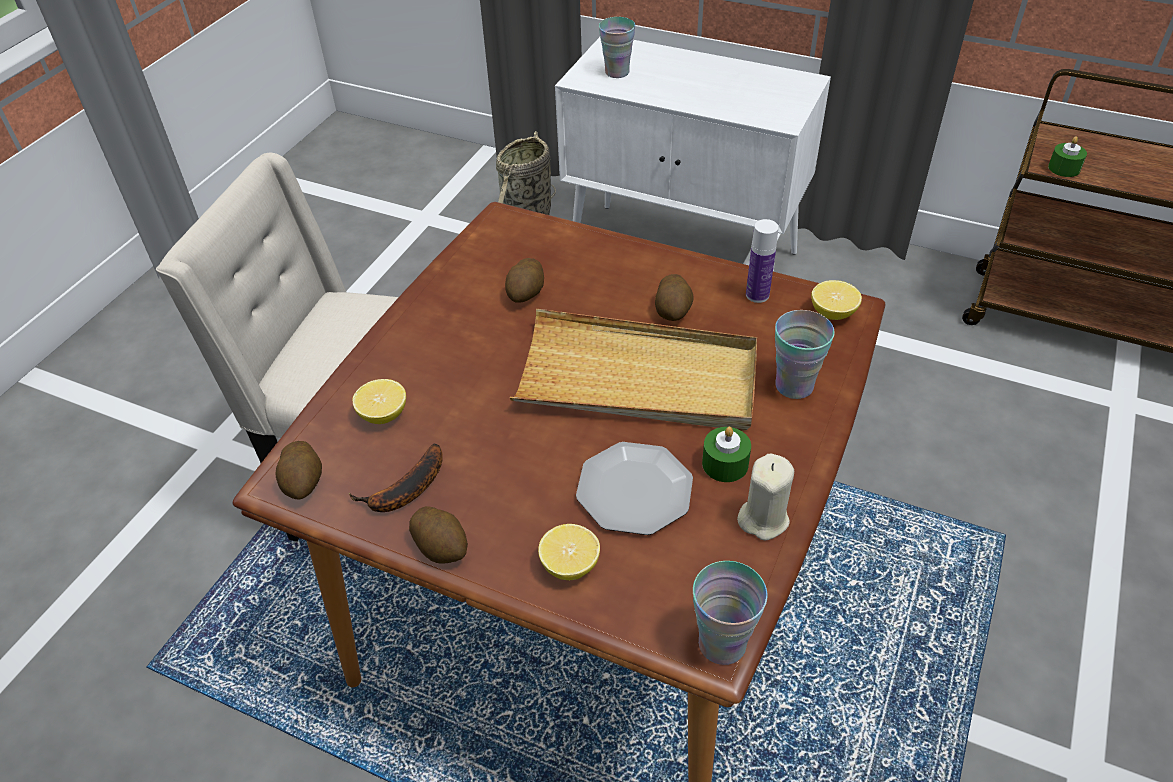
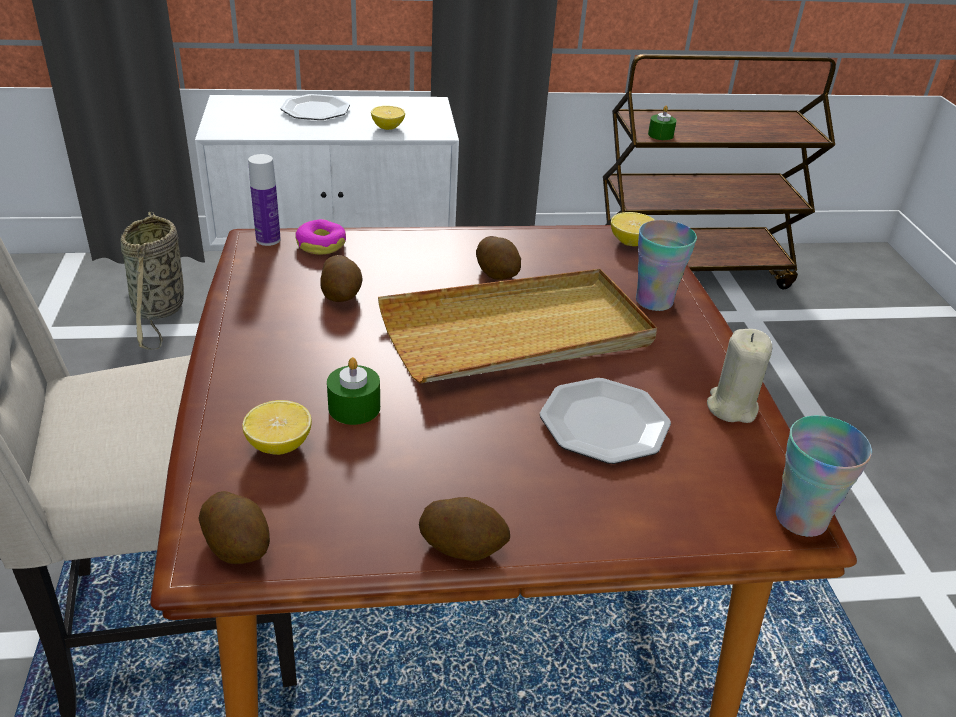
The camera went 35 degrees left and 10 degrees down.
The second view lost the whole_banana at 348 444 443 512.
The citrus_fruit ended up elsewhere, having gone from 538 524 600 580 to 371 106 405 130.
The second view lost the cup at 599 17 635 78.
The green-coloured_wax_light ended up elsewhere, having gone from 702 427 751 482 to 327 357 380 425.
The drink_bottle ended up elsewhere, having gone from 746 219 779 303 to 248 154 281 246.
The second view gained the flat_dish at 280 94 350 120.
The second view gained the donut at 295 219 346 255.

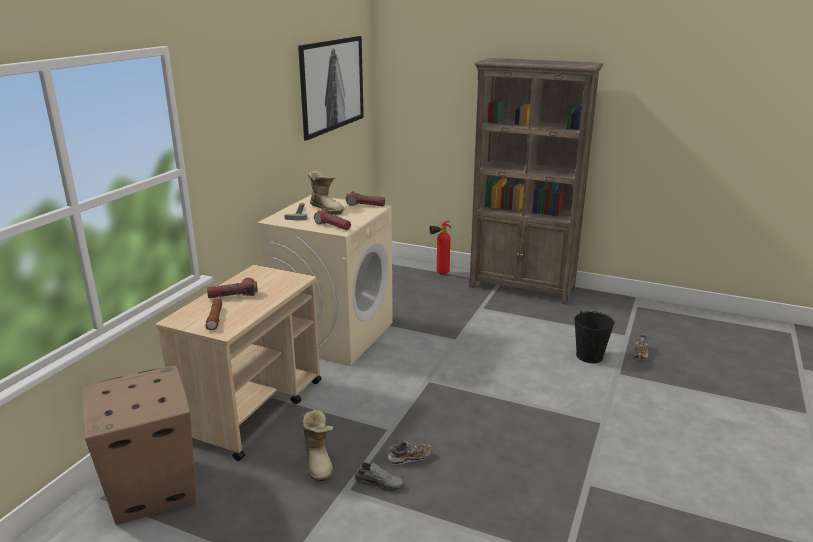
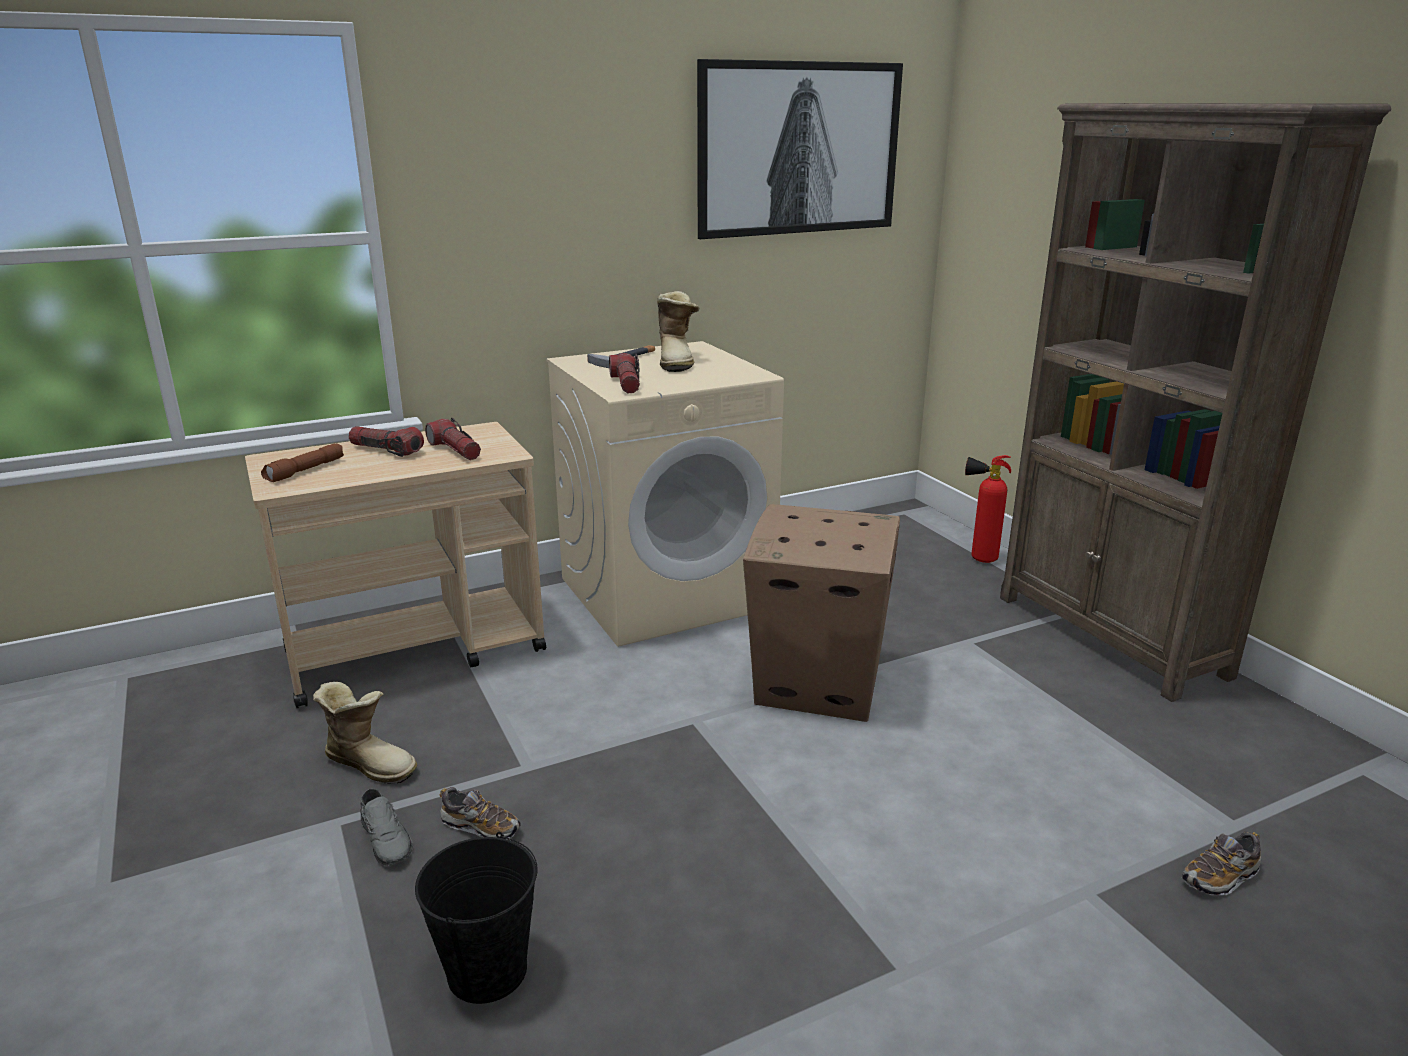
The camera went 40 degrees right and 0 degrees up.
The packing_box ended up elsewhere, having gone from 82 366 197 525 to 743 504 900 722.
The tall_boot at 303 409 333 482 ended up facing another way, 90 degrees counterclockwise from before.
The flashlight ended up elsewhere, having gone from 346 191 385 206 to 425 418 481 460.
The black-coloured_bucket ended up elsewhere, having gone from 574 311 615 363 to 415 832 538 1004.

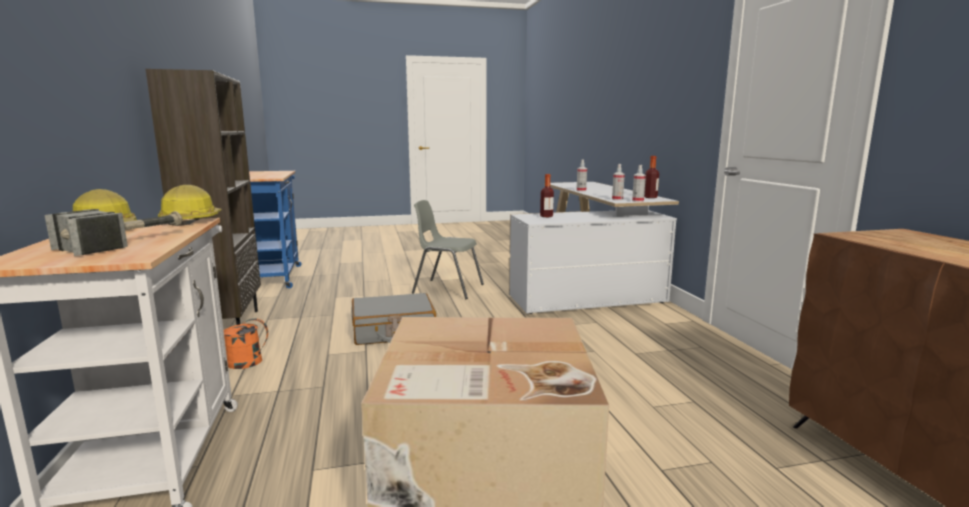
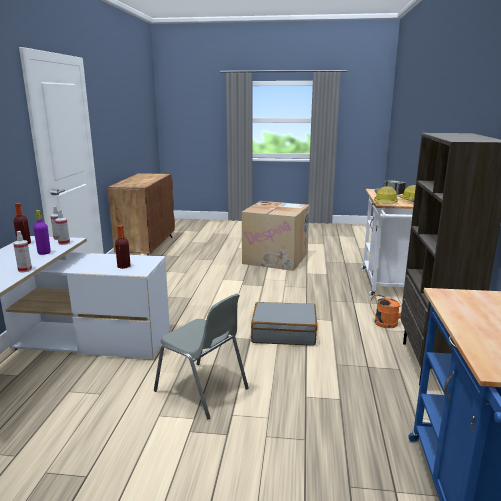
The camera went 160 degrees left and 5 degrees up.
The second view gained the purple_drink_bottle at 33 210 51 255.

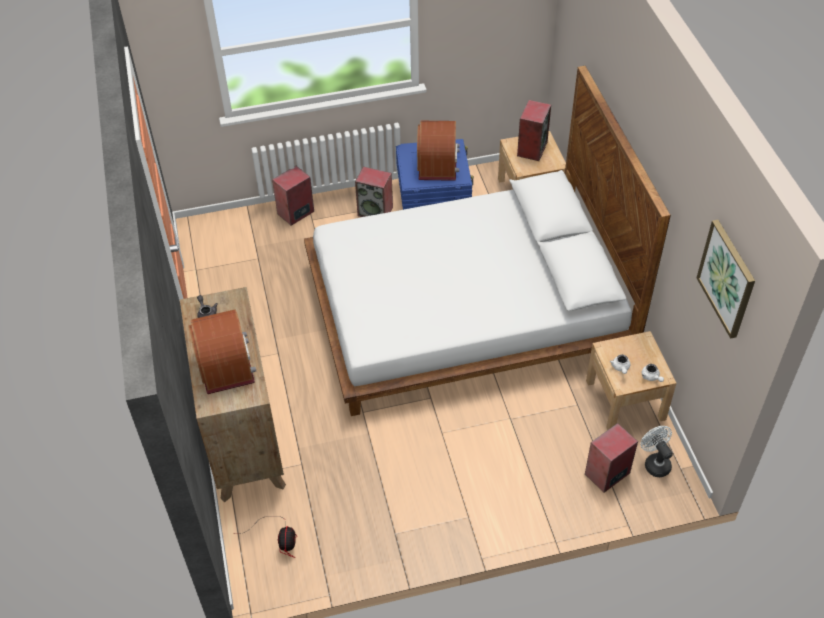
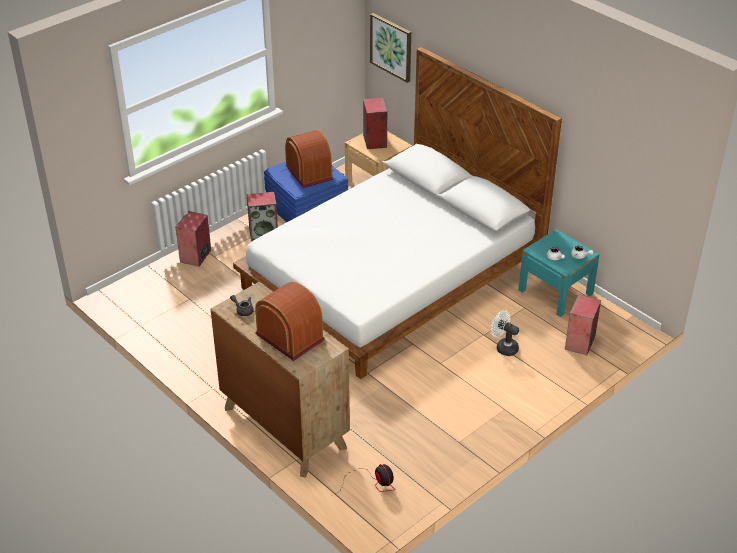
The camera went 30 degrees left and 10 degrees down.
What was the beige_night_table at 586 331 676 430 turned into the turquoise_night_table at 518 229 600 317.
The whitish_cooling_fan ended up elsewhere, having gone from 641 426 673 477 to 491 310 519 356.
The wall_art ended up elsewhere, having gone from 696 220 755 339 to 370 13 411 83.

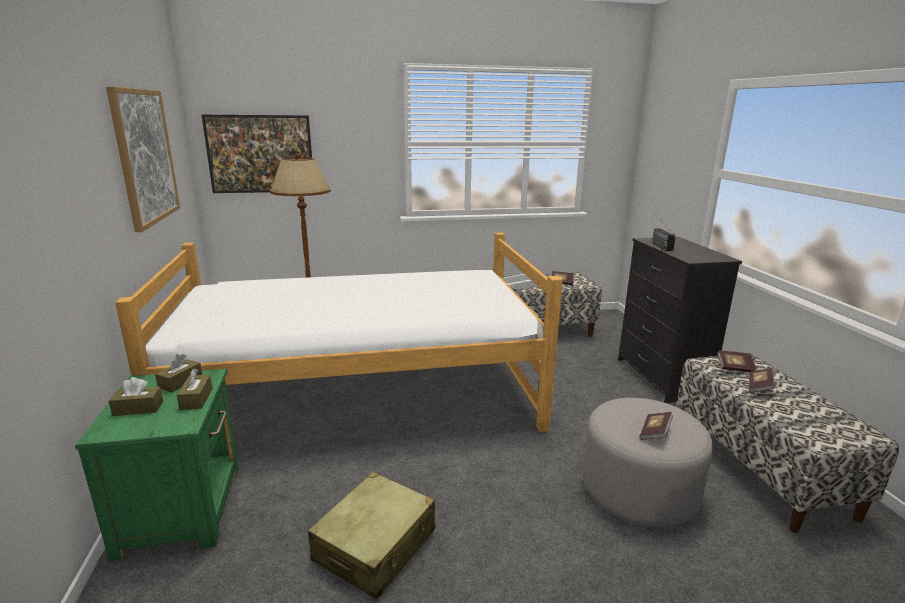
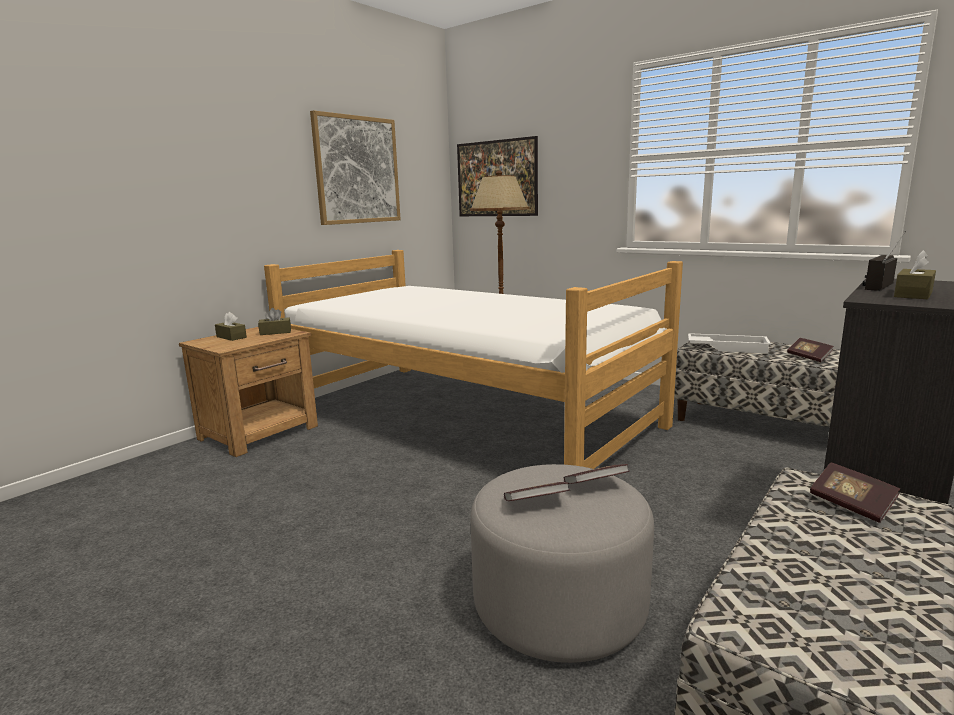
The camera went 50 degrees right and 5 degrees down.
What was the green-coloured_night_table at 75 369 239 561 turned into the brown_night_table at 179 327 318 457.
The brown_tissue_holder ended up elsewhere, having gone from 177 369 213 410 to 894 250 936 299.
The second view lost the beige_piece_of_luggage at 308 472 435 599.
The book ended up elsewhere, having gone from 748 368 775 393 to 564 464 630 484.

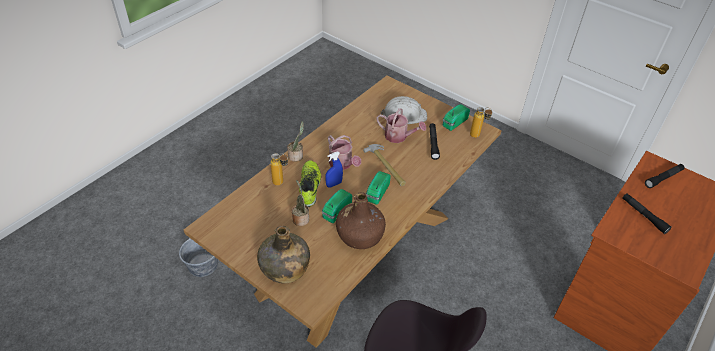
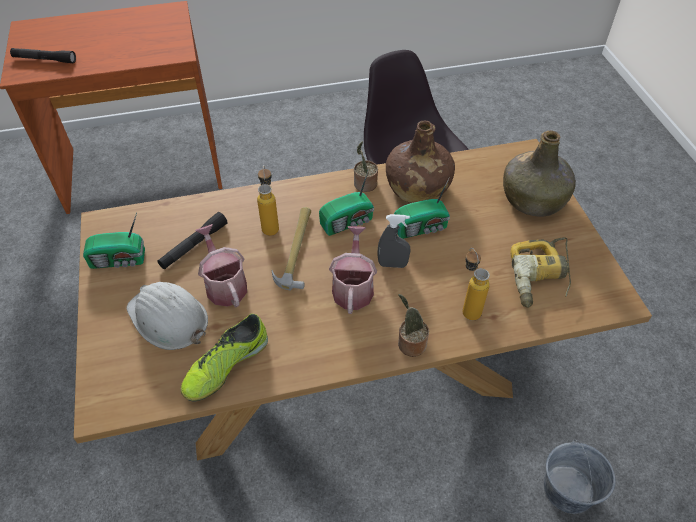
The camera went 140 degrees left and 5 degrees up.
The plant_in_a_pot ended up elsewhere, having gone from 292 180 309 226 to 354 141 378 192.
The shoe ended up elsewhere, having gone from 299 160 321 207 to 181 314 268 401.
What was the blue-coloured_sprayer at 325 152 343 188 turned into the grey_sprayer at 378 214 410 268.
The drink_bottle ended up elsewhere, having gone from 470 107 492 138 to 257 165 279 236.
The second view lost the black-coloured_flashlight at 622 193 672 234.
The second view gained the electric_drill at 511 237 571 308.

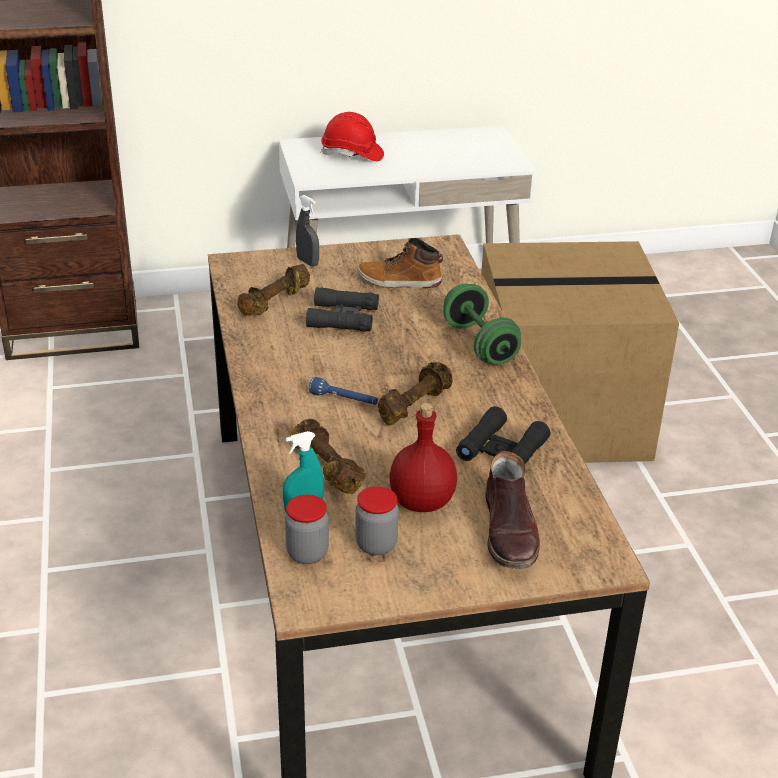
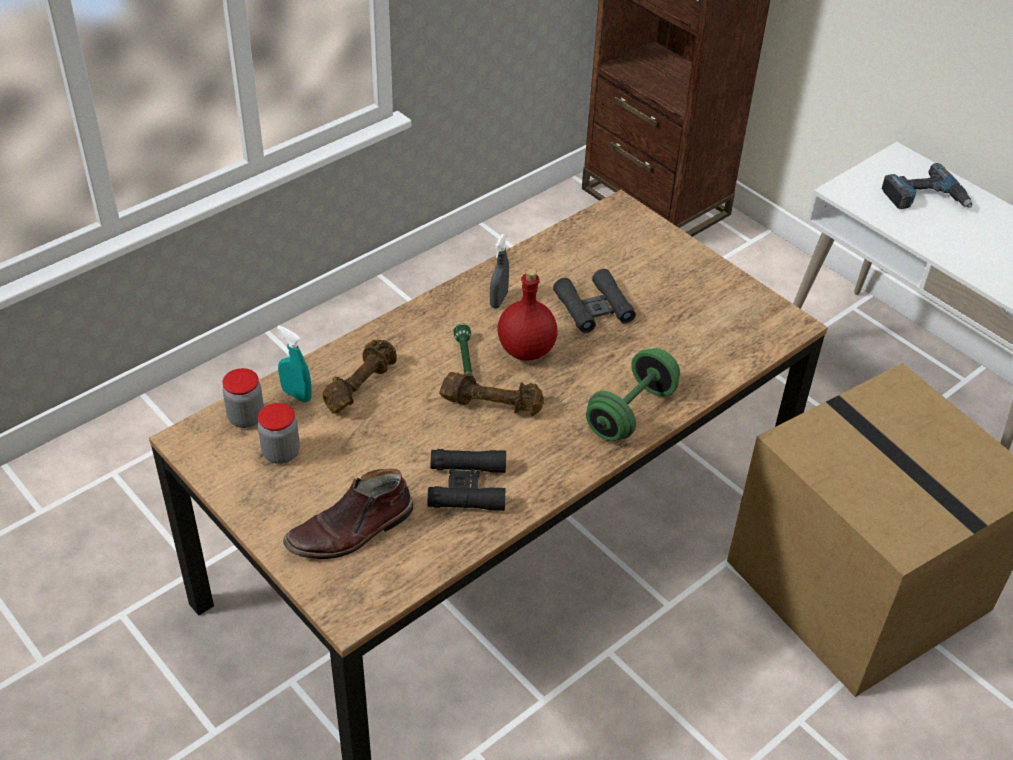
The camera went 60 degrees right and 10 degrees up.
The second view lost the brown_hand_weight at 237 264 310 316.
The grey_sprayer ended up elsewhere, having gone from 296 195 319 267 to 490 234 509 308.
What was the blue-coloured_flashlight at 309 377 378 405 turned into the green-coloured_flashlight at 454 324 472 374.
Where the red_hard_hat stood at 321 112 384 161, the electric_drill came to stand at 882 163 972 209.
The second view lost the tall_boot at 358 238 443 288.
The red_drink_bottle ended up elsewhere, having gone from 389 403 457 512 to 498 268 558 361.

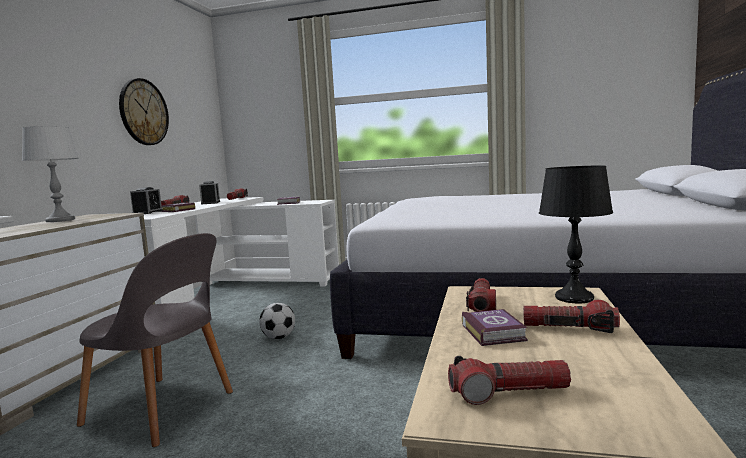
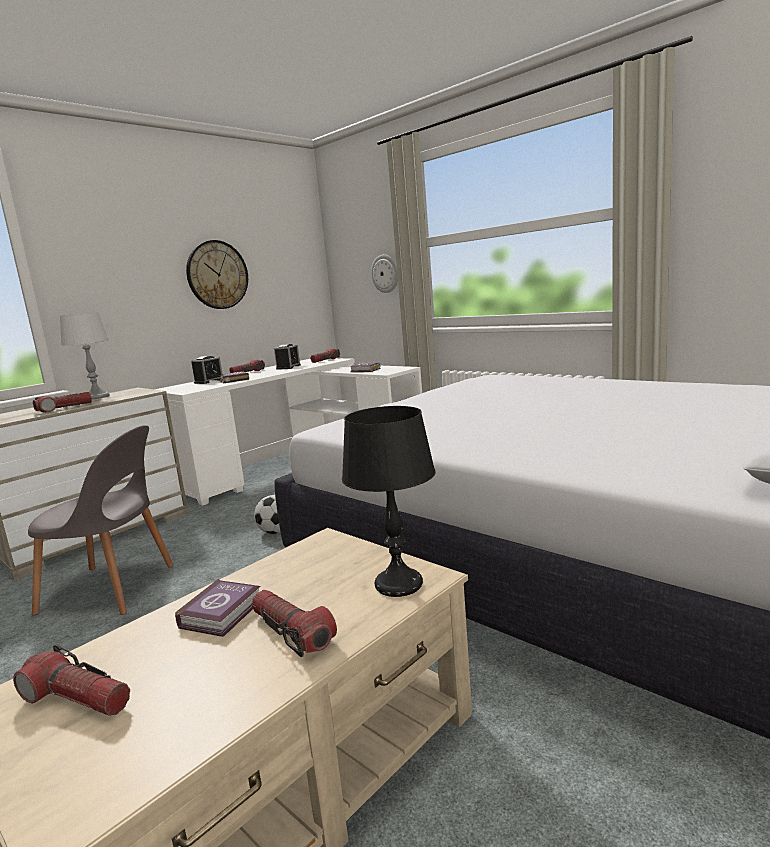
The camera went 30 degrees right and 5 degrees up.
The grey_plain_chair at 77 233 233 447 ended up facing another way, 45 degrees counterclockwise from before.
The flashlight ended up elsewhere, having gone from 466 278 496 312 to 33 392 92 412.
The second view gained the wall_clock at 371 254 398 293.

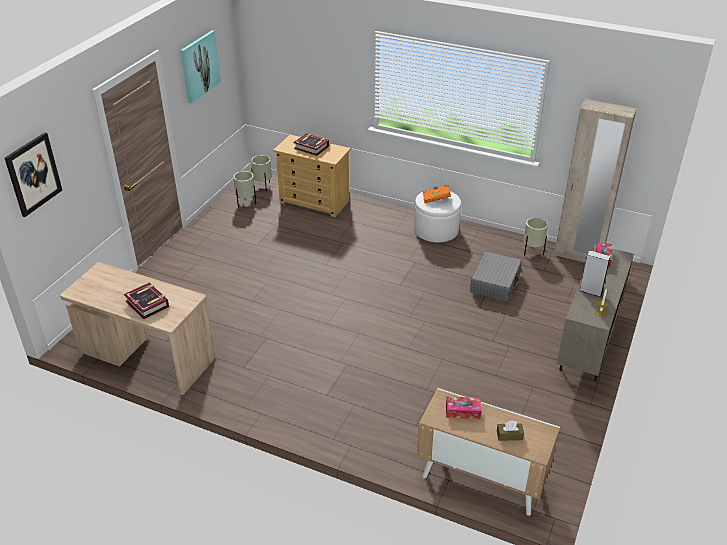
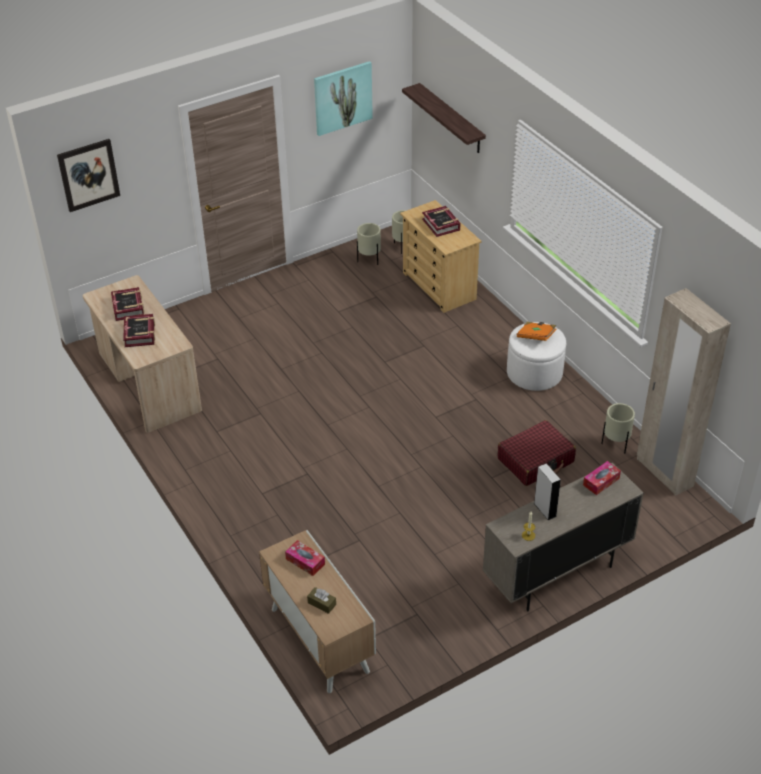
The camera went 35 degrees right and 5 degrees up.
What was the grey_piece_of_luggage at 470 252 522 302 turned into the red_piece_of_luggage at 498 420 576 486.
The second view gained the book at 111 287 144 321.
The second view gained the shelf at 402 83 486 153.

